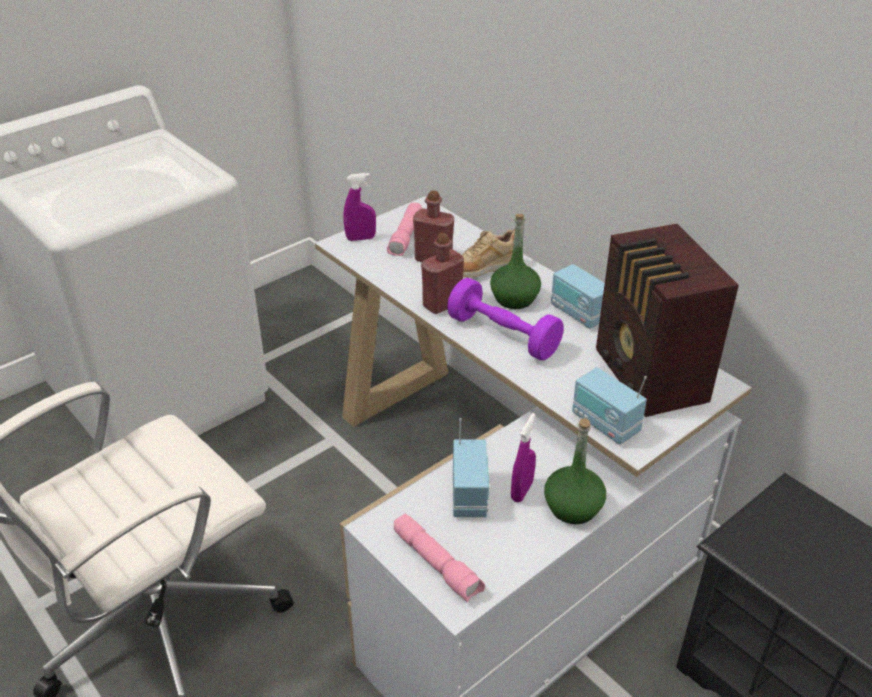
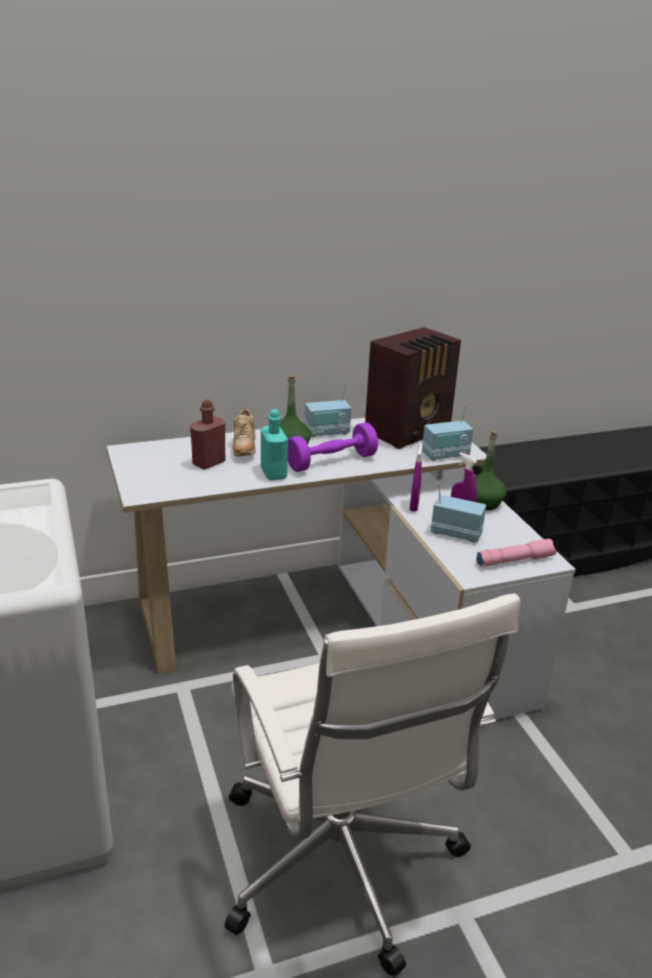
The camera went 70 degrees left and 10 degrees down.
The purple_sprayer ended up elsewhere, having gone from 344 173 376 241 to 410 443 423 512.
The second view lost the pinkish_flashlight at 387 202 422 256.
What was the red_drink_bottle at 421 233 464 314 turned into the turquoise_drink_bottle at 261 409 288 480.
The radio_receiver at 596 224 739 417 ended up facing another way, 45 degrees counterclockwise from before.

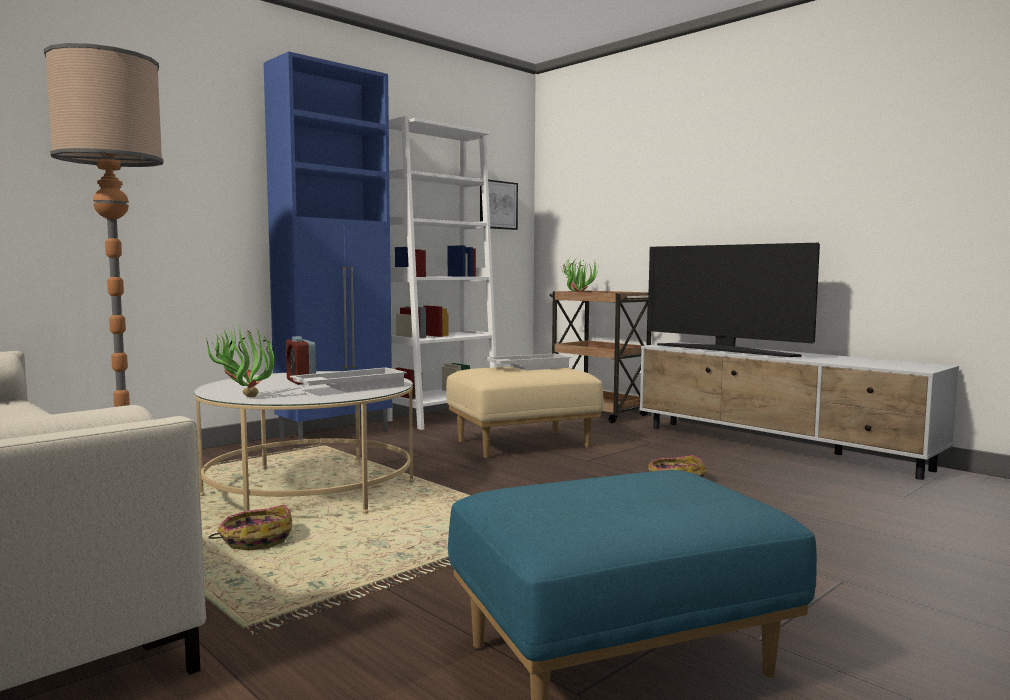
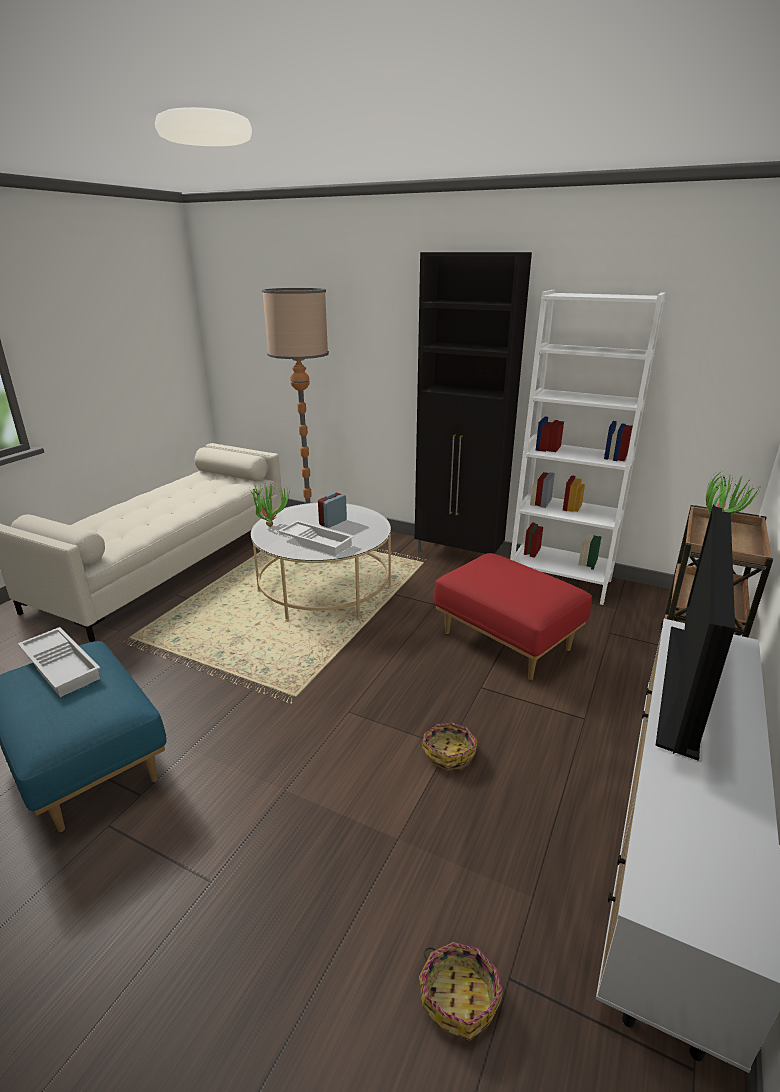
The camera went 70 degrees right and 20 degrees up.
The basket ended up elsewhere, having gone from 208 504 292 551 to 419 942 503 1041.
What was the blue-coloured_cupboard at 264 51 392 446 turned into the black-coloured_cupboard at 415 252 532 555.
What was the beige_pouffe at 446 366 604 458 turned into the red_pouffe at 434 553 592 680.
The second view lost the wall_art at 480 180 518 230.
The whitish_serving_tray ended up elsewhere, having gone from 485 354 572 370 to 18 627 100 697.

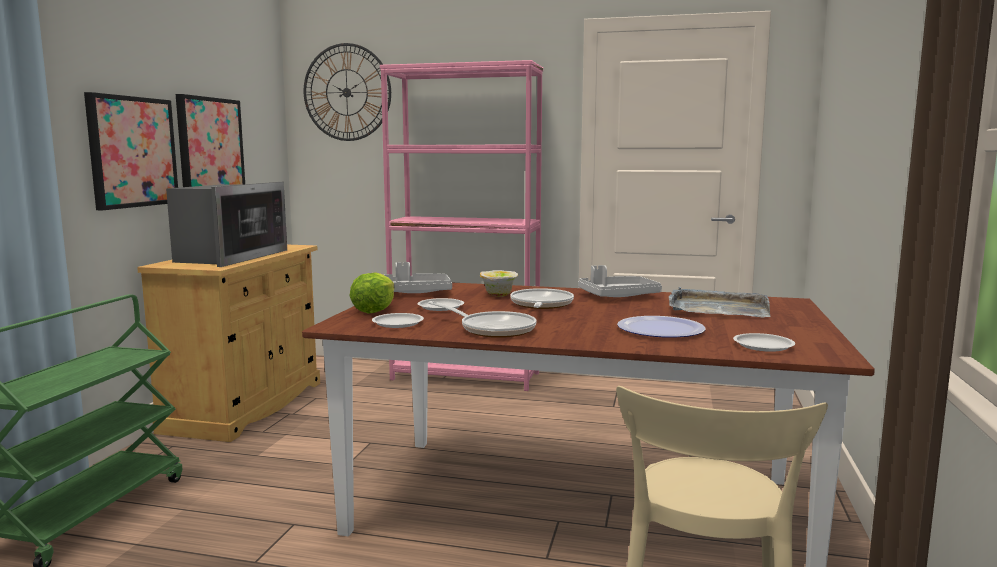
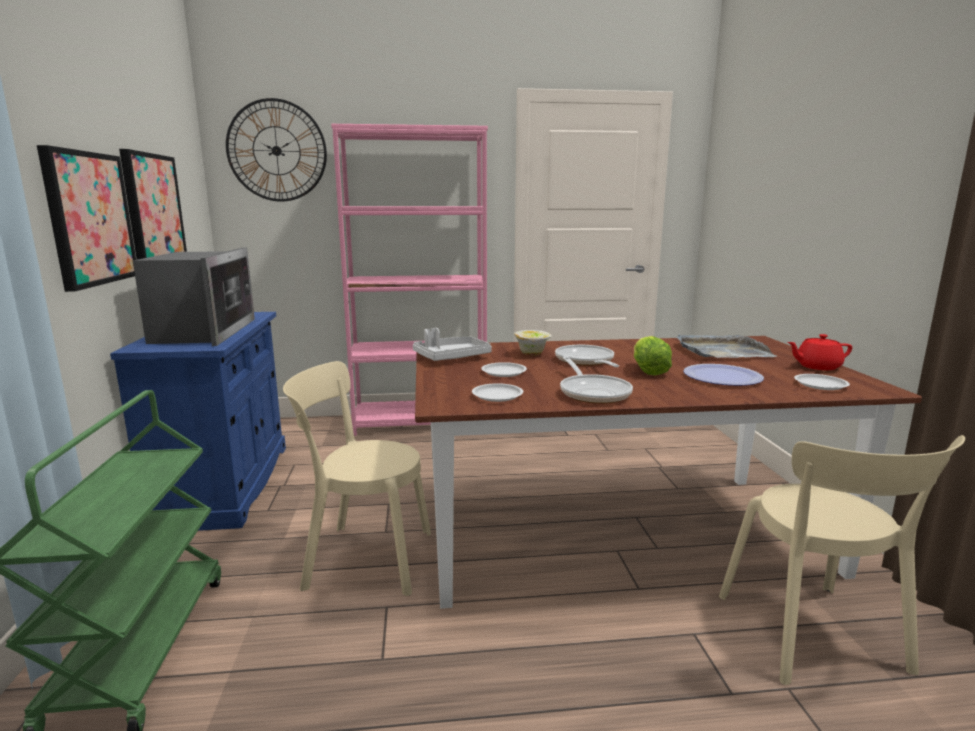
The camera went 20 degrees left and 5 degrees up.
What was the beige_cupboard at 137 245 320 442 turned into the blue-coloured_cupboard at 110 312 286 531.
The lettuce ended up elsewhere, having gone from 350 272 394 314 to 634 336 672 376.
The pan at 428 301 537 338 ended up facing another way, 60 degrees clockwise from before.
The second view lost the grey_serving_tray at 578 265 662 297.
The second view gained the beige_plain_chair at 283 361 431 596.
The second view gained the red_teapot at 788 334 852 370.

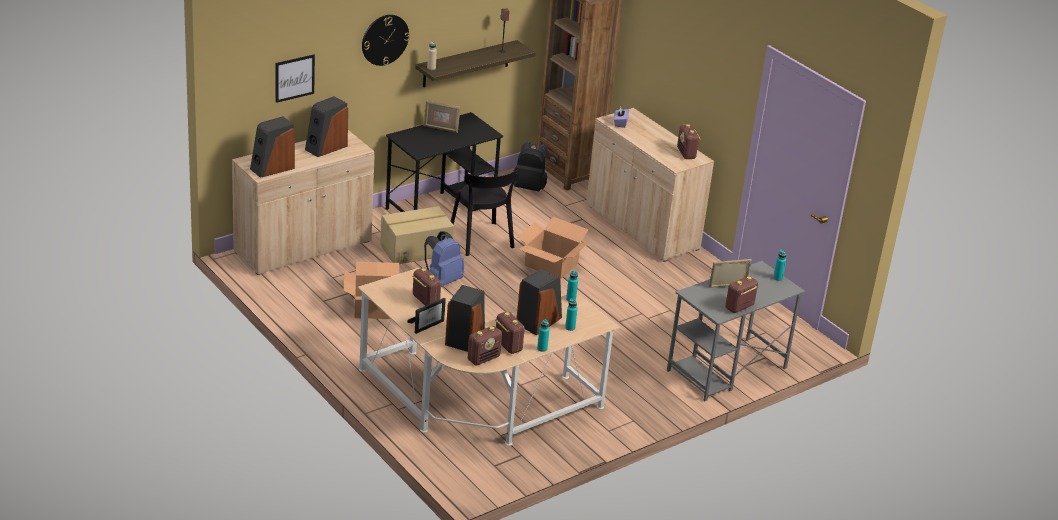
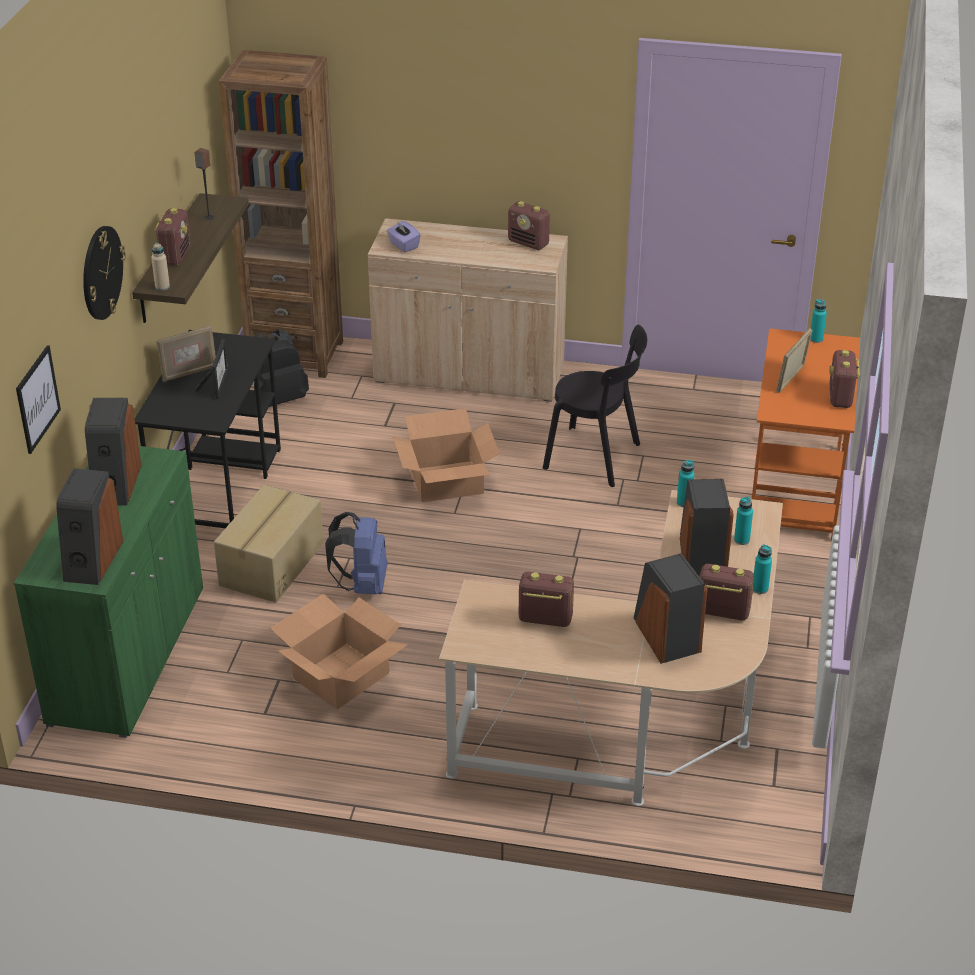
The camera went 40 degrees left and 5 degrees up.
What was the beige_cupboard at 232 130 375 275 turned into the green-coloured_cupboard at 14 446 203 738.
The standing_frame ended up elsewhere, having gone from 407 298 446 334 to 194 339 228 399.
The black-coloured_plain_chair ended up elsewhere, having gone from 451 166 521 256 to 543 325 647 487.
The radio_receiver ended up elsewhere, having gone from 468 326 502 366 to 154 208 191 266.
What was the grey_desk_unit at 667 261 805 401 turned into the orange_desk_unit at 751 328 860 542.

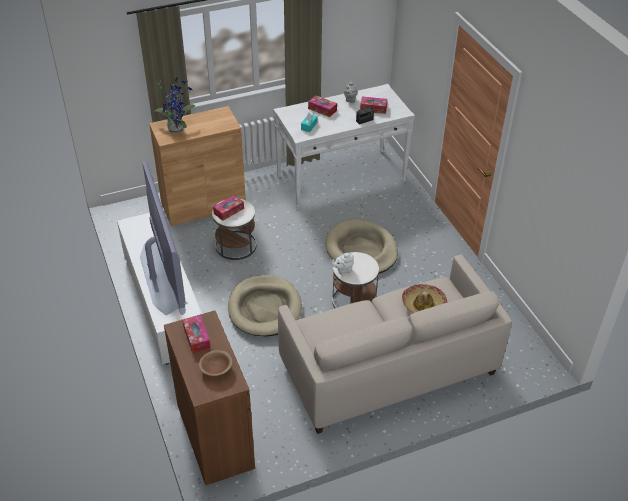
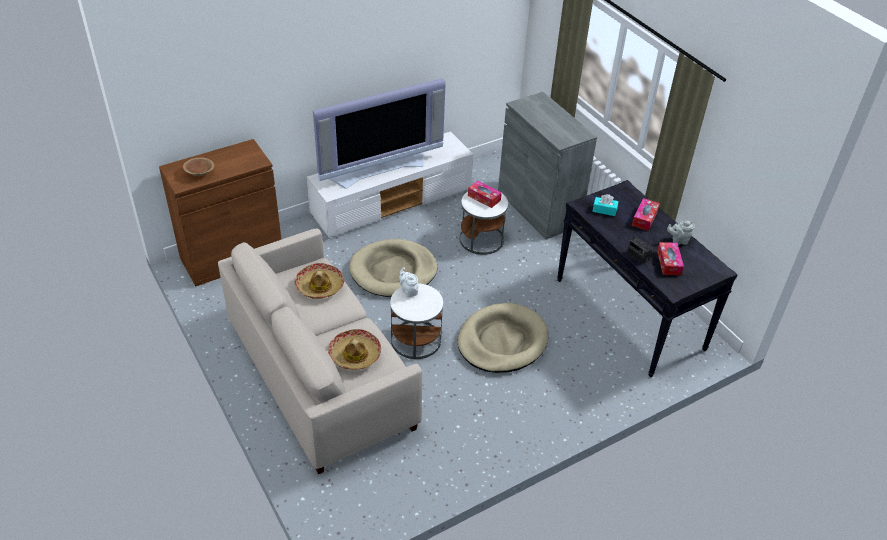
The camera went 80 degrees right and 0 degrees up.
What was the brown_cupboard at 149 106 246 226 turned into the grey_cupboard at 498 92 597 239.
The second view lost the plant_in_a_pot at 155 77 195 133.
The second view lost the tissue_holder at 182 315 211 353.
What was the whitish_narrow_table at 273 84 415 209 turned into the black-coloured_narrow_table at 557 180 738 378.
The second view gained the wearable_hat at 295 263 344 299.

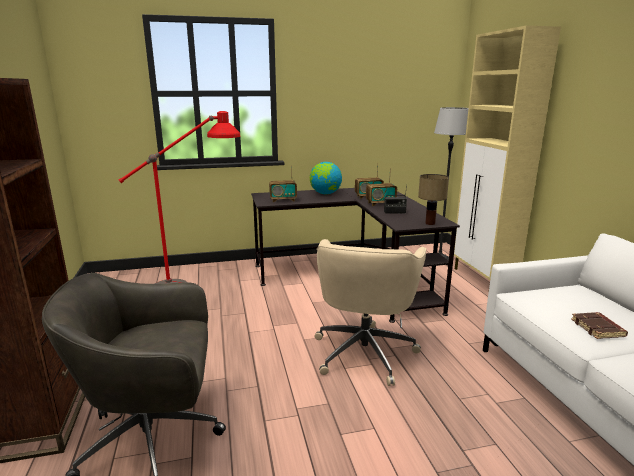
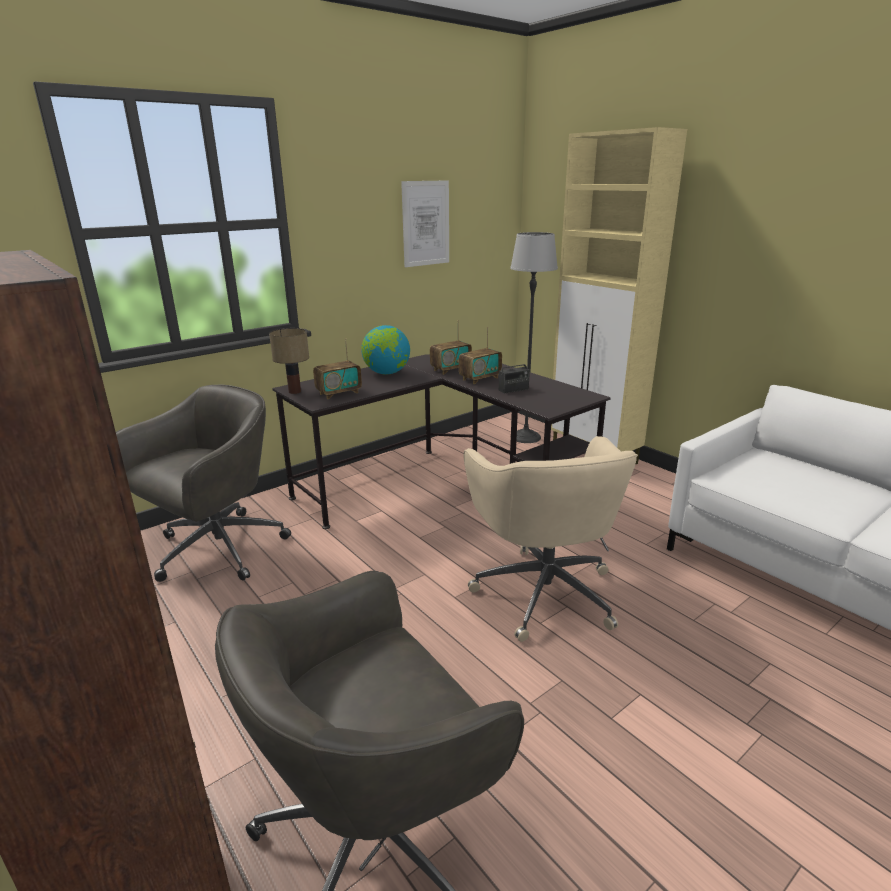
The camera went 25 degrees left and 5 degrees up.
Where the red_standing_lamp stood at 118 111 240 284, the grey_computer_chair came to stand at 116 385 291 582.
The table_lamp ended up elsewhere, having gone from 418 174 449 225 to 269 328 309 394.
The second view lost the brown_book at 571 312 628 339.
The second view gained the wall_art at 401 180 449 267.

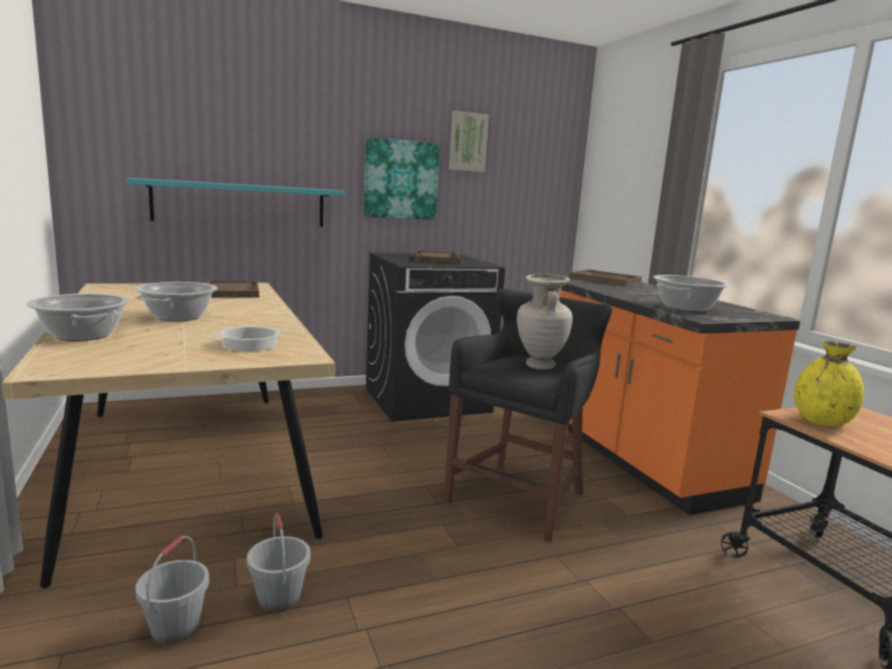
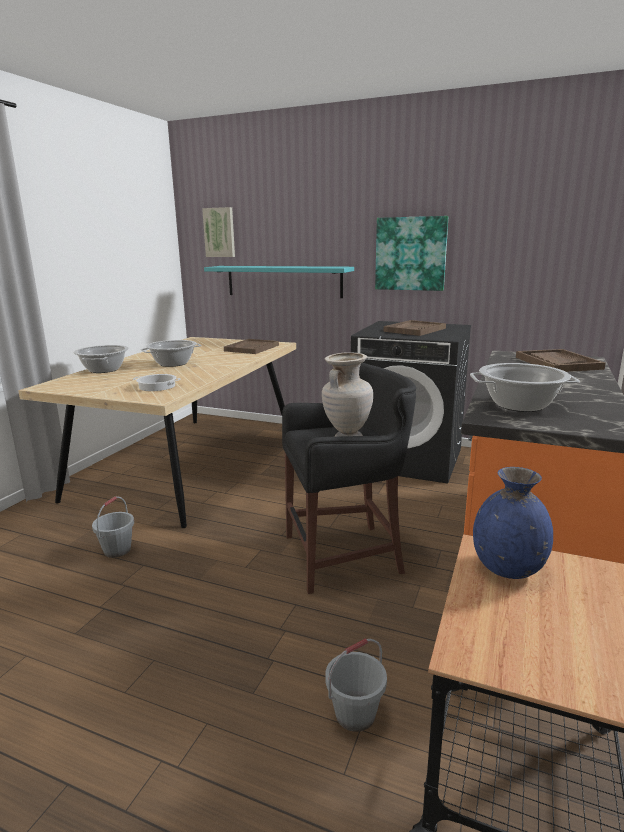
The camera went 45 degrees right and 5 degrees up.
The grey_bucket ended up elsewhere, having gone from 135 536 209 645 to 325 638 387 732.
The wall_art ended up elsewhere, having gone from 449 111 489 172 to 202 207 235 257.
What was the yellowish_vase at 794 341 864 426 turned into the blue-coloured_vase at 473 467 553 579.

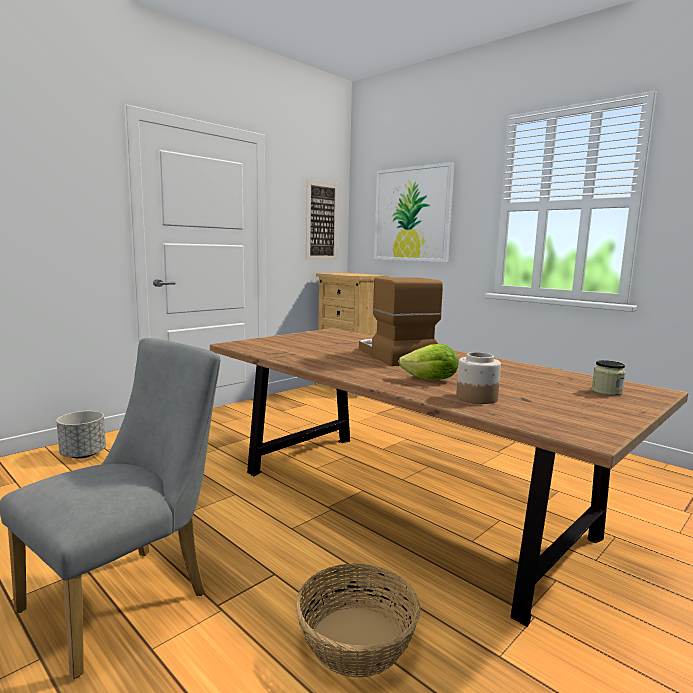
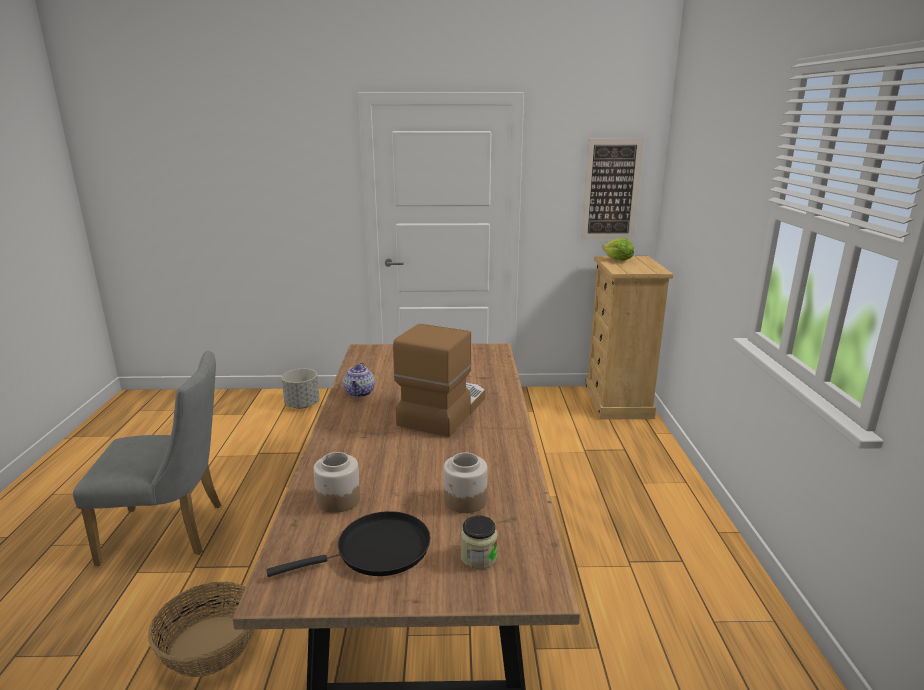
The camera went 45 degrees right and 10 degrees up.
The second view lost the wall_art at 374 162 454 262.
The lettuce ended up elsewhere, having gone from 398 344 458 380 to 602 238 634 261.
The second view gained the black-coloured_pan at 267 511 430 577.
The second view gained the teapot at 343 363 375 397.
The second view gained the preserve_jar at 443 453 488 513.

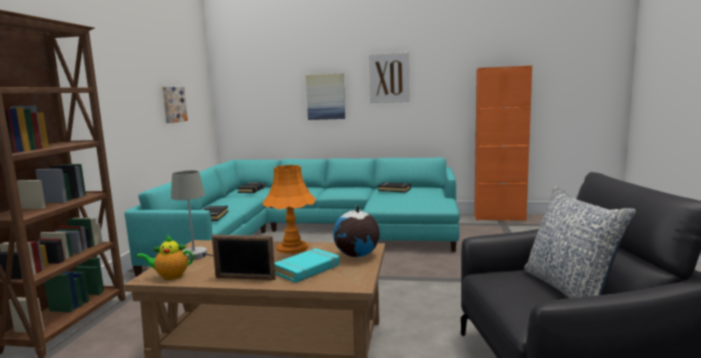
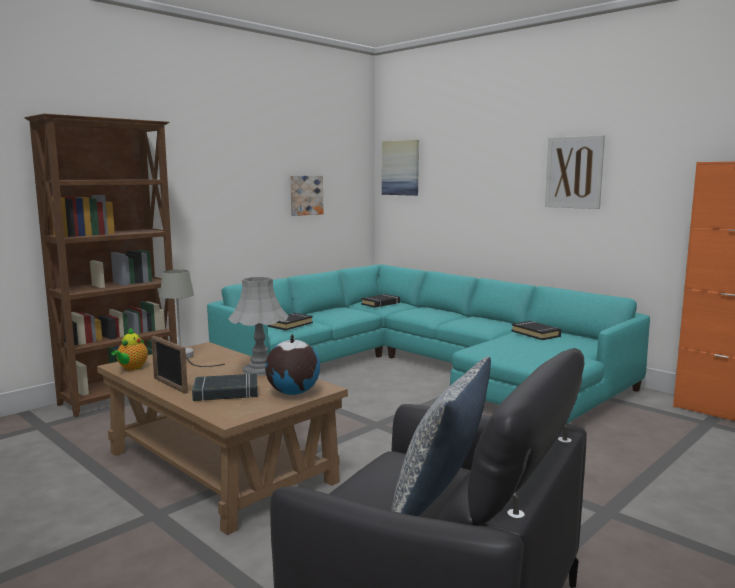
The camera went 35 degrees right and 0 degrees up.
The teapot at 136 235 193 280 ended up facing another way, 105 degrees counterclockwise from before.
What was the orange_table_lamp at 263 165 316 254 turned into the grey_table_lamp at 228 277 288 376.
What was the turquoise_book at 275 248 339 283 turned into the black-coloured_book at 192 374 258 401.
The wall_art ended up elsewhere, having gone from 306 73 345 120 to 382 140 419 196.

